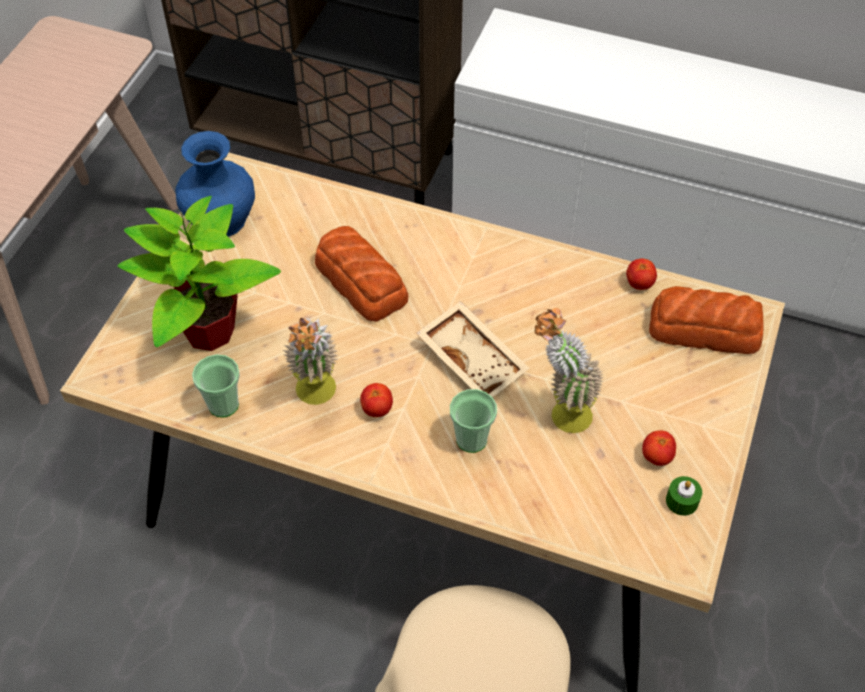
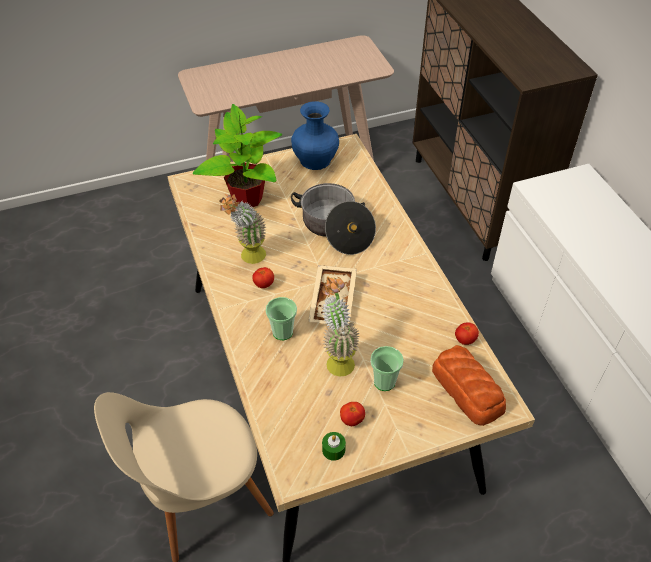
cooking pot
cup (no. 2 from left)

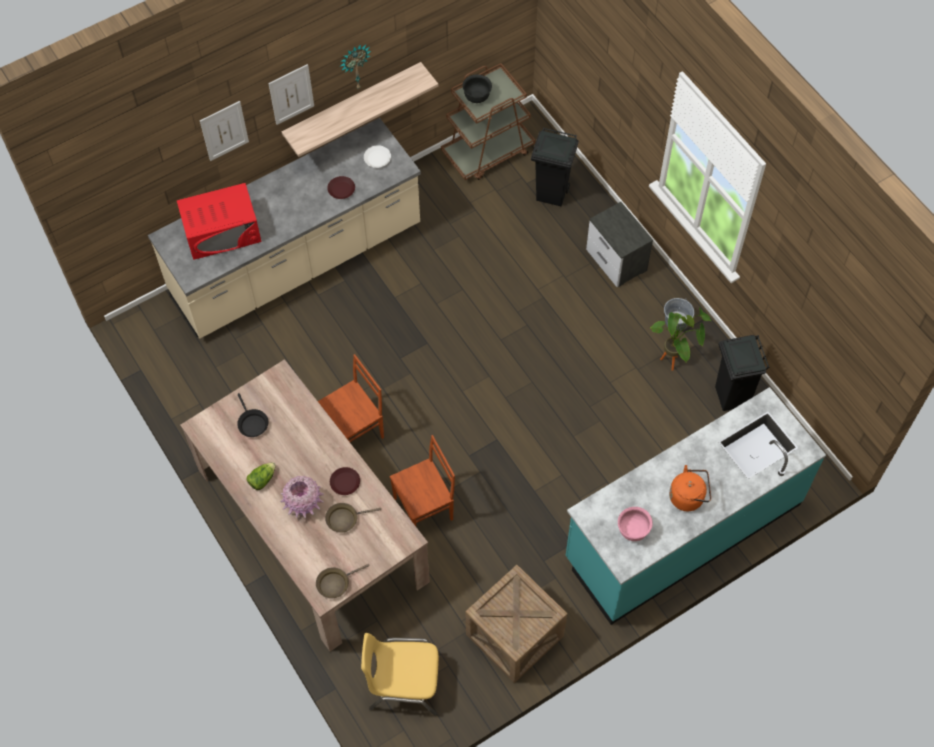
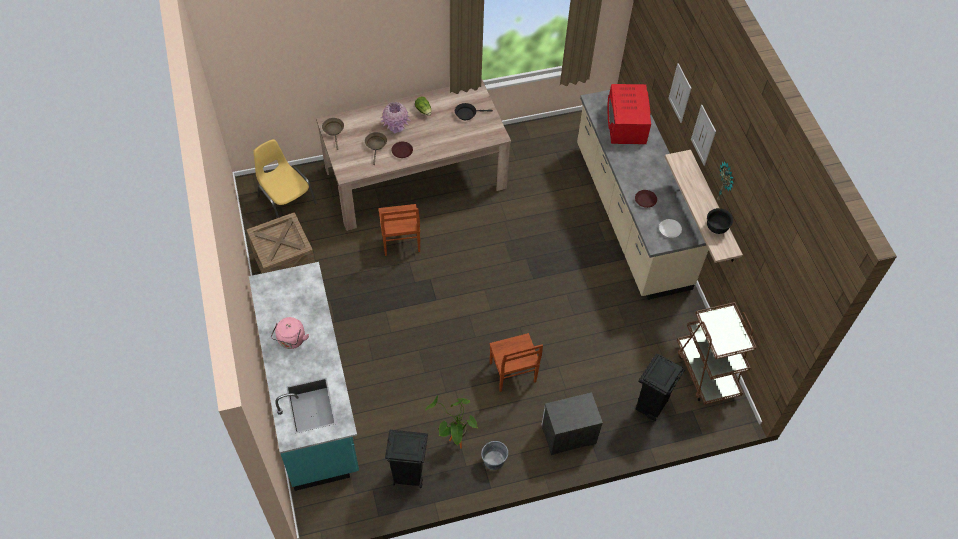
yellow chair
pink kettle
brown chair (no. 2 from left)
black bowl
pink bowl

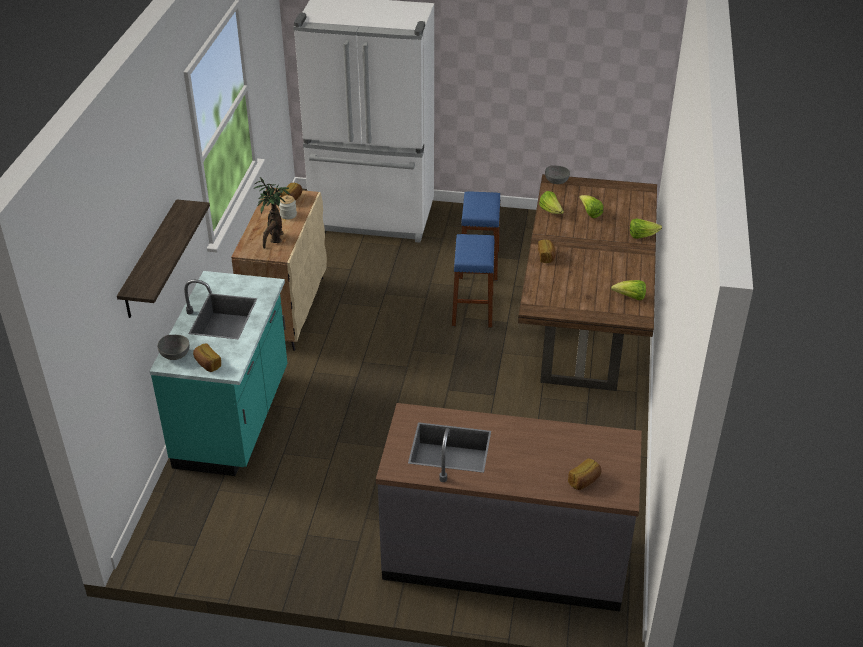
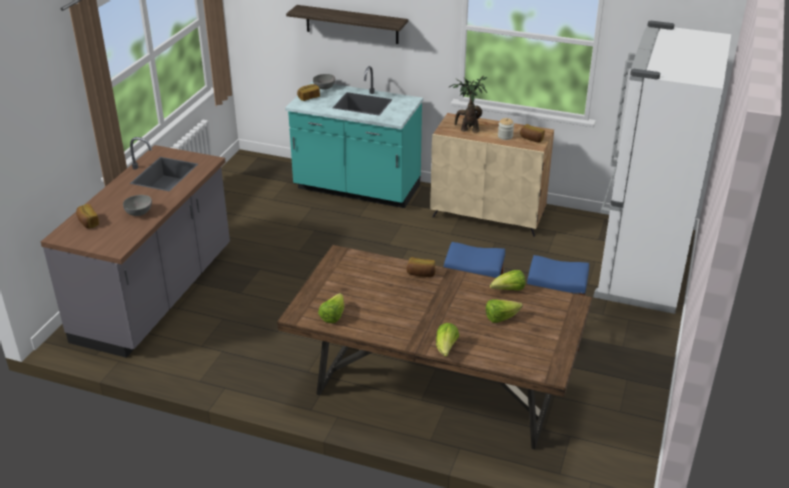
grey bowl (no. 1 from left)

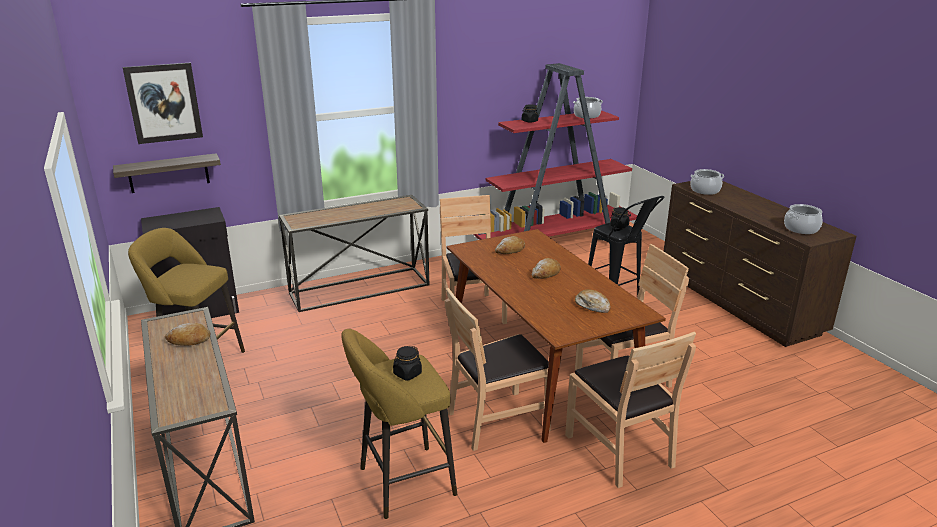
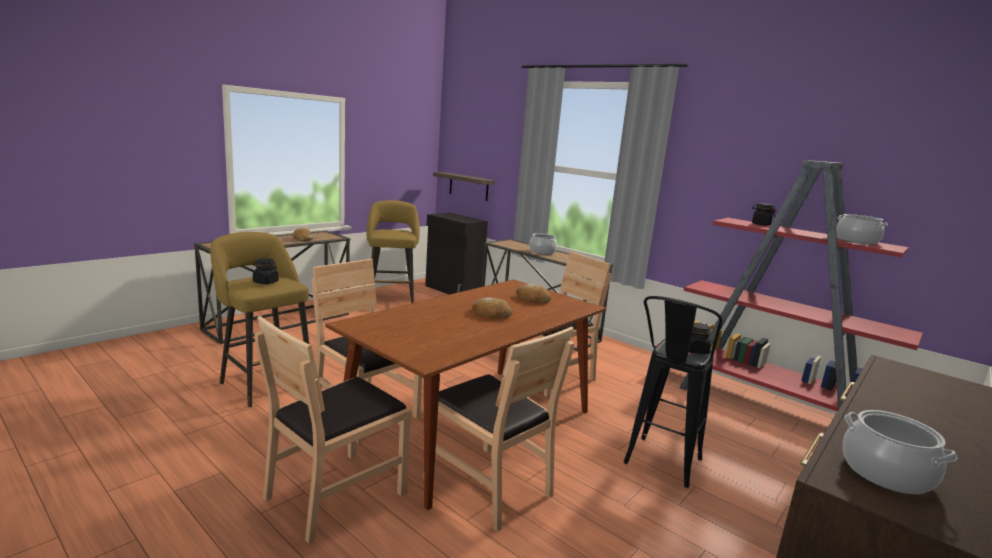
cooking pot (no. 1 from left)
picture
bread (no. 4 from left in the first image)

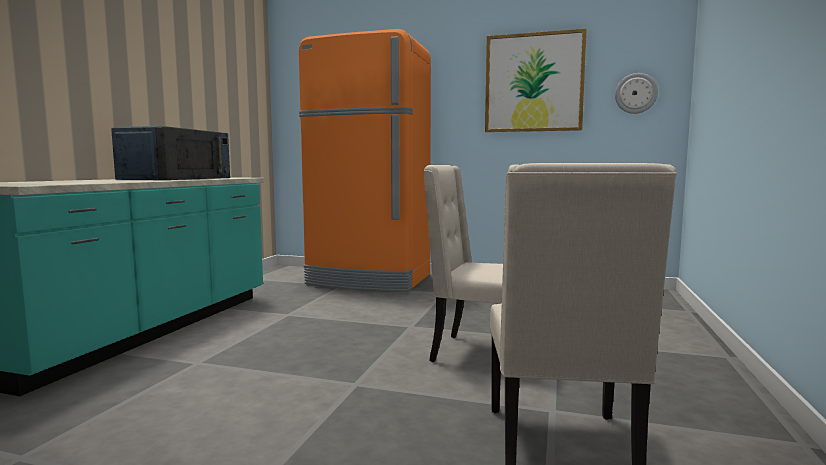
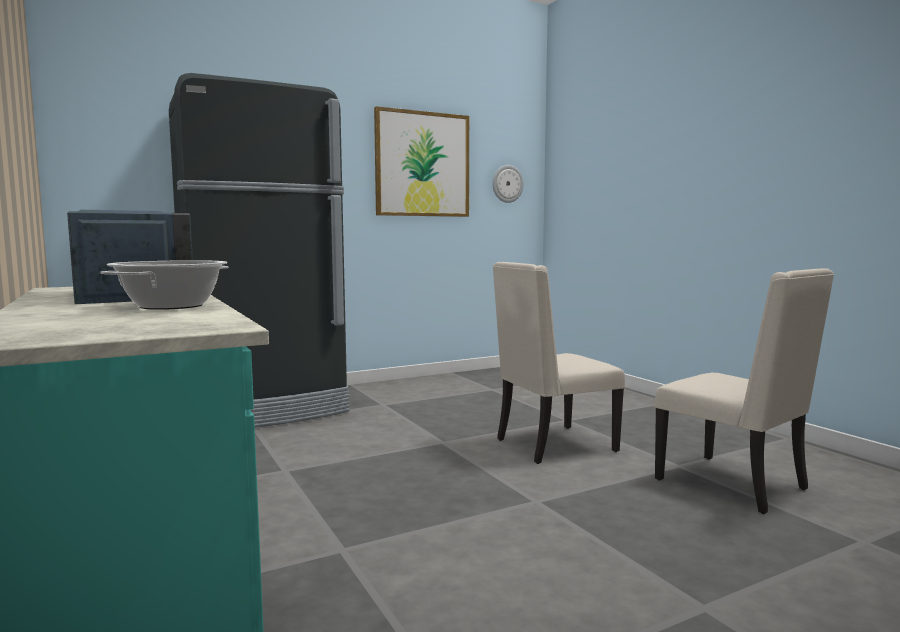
cooking pot
black fridge

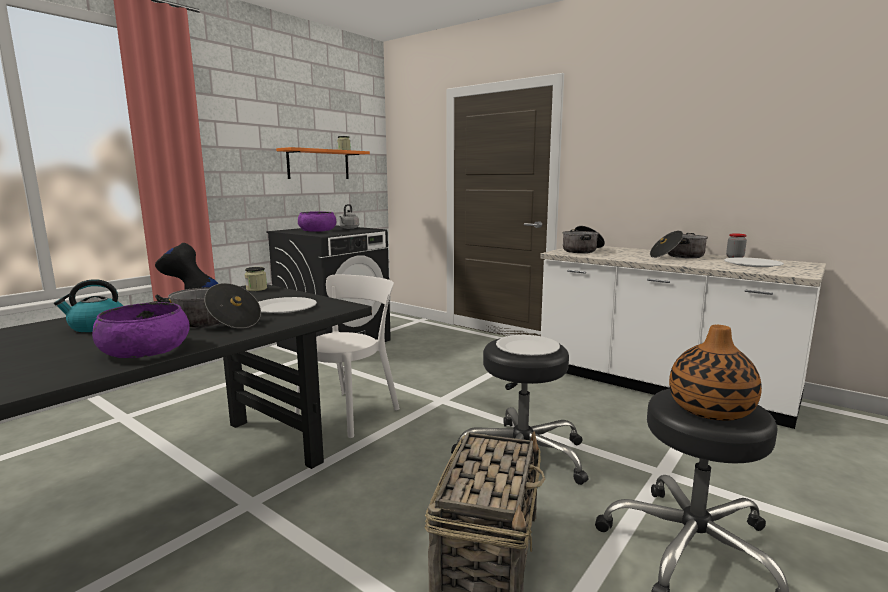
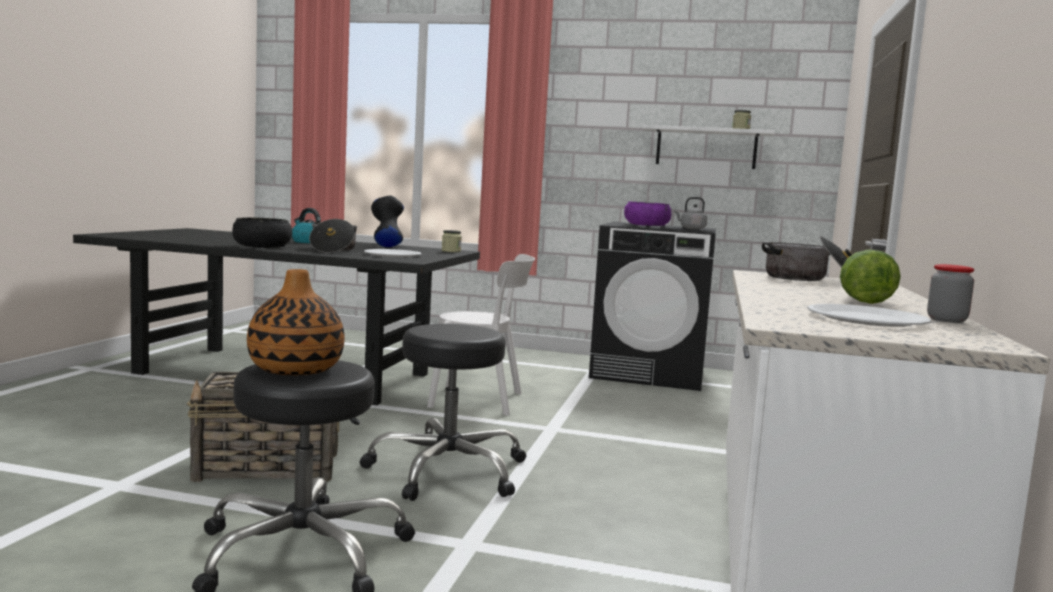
black bowl
white shelf
lettuce
white plate (no. 2 from left in the first image)

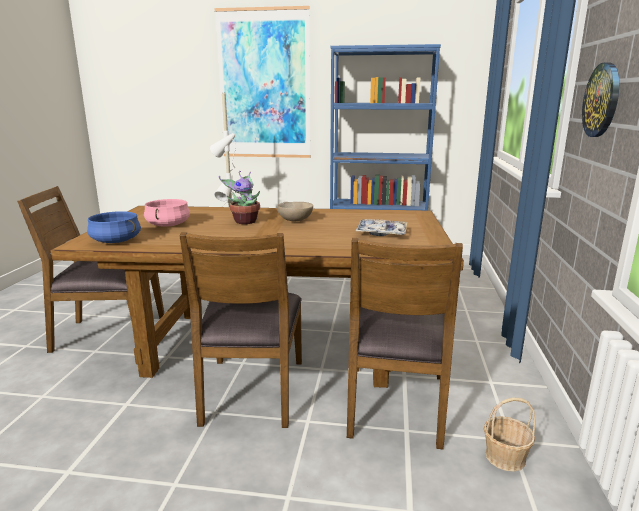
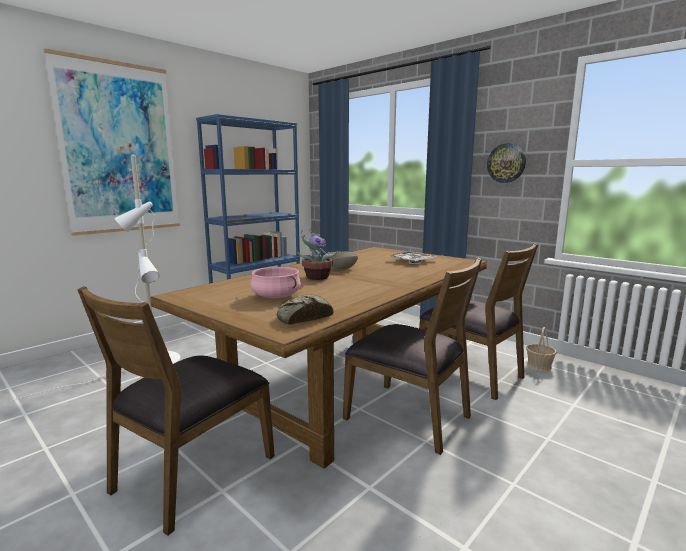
bread

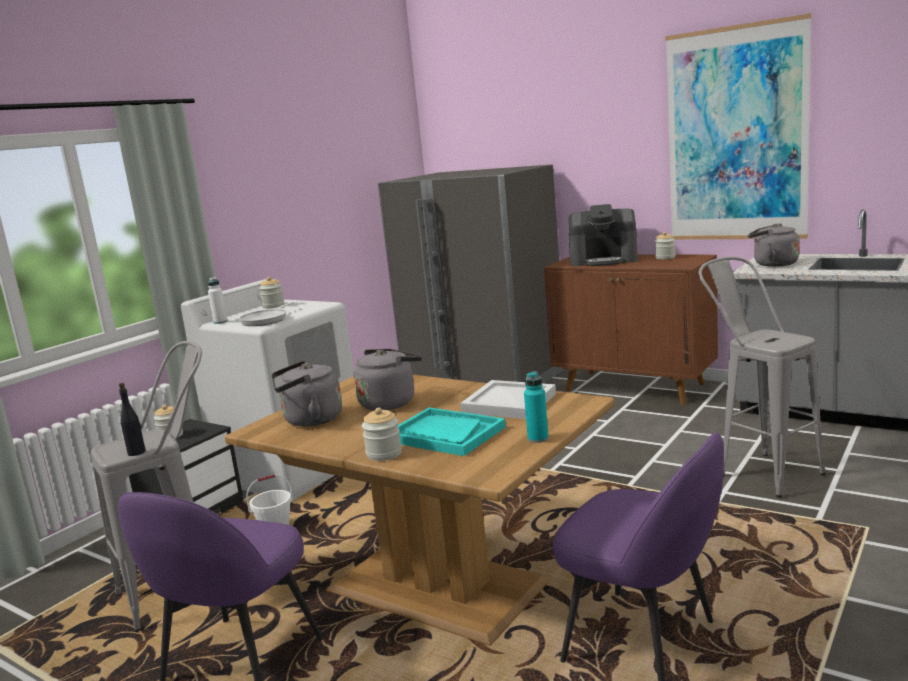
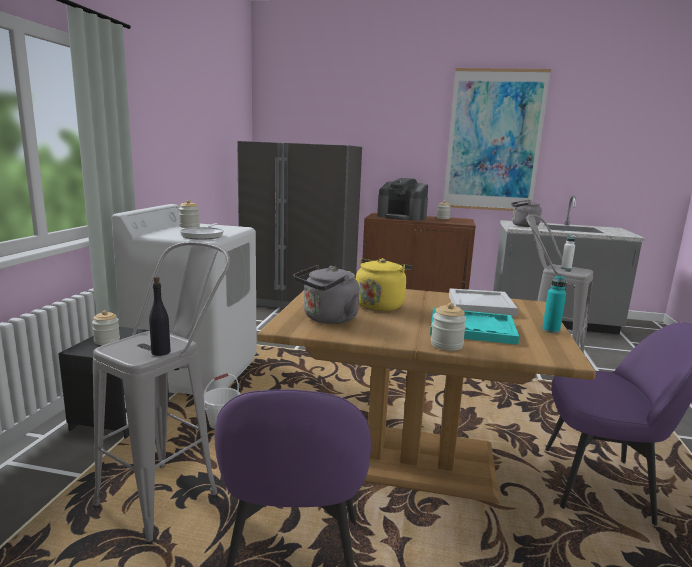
yellow kettle
coffee machine
white bottle

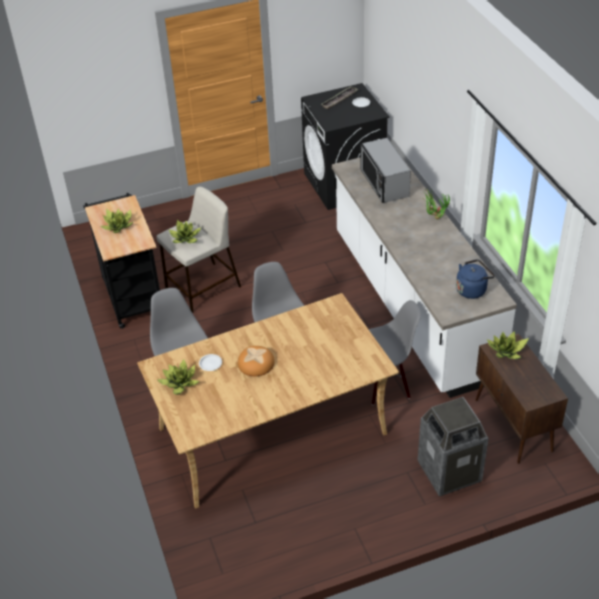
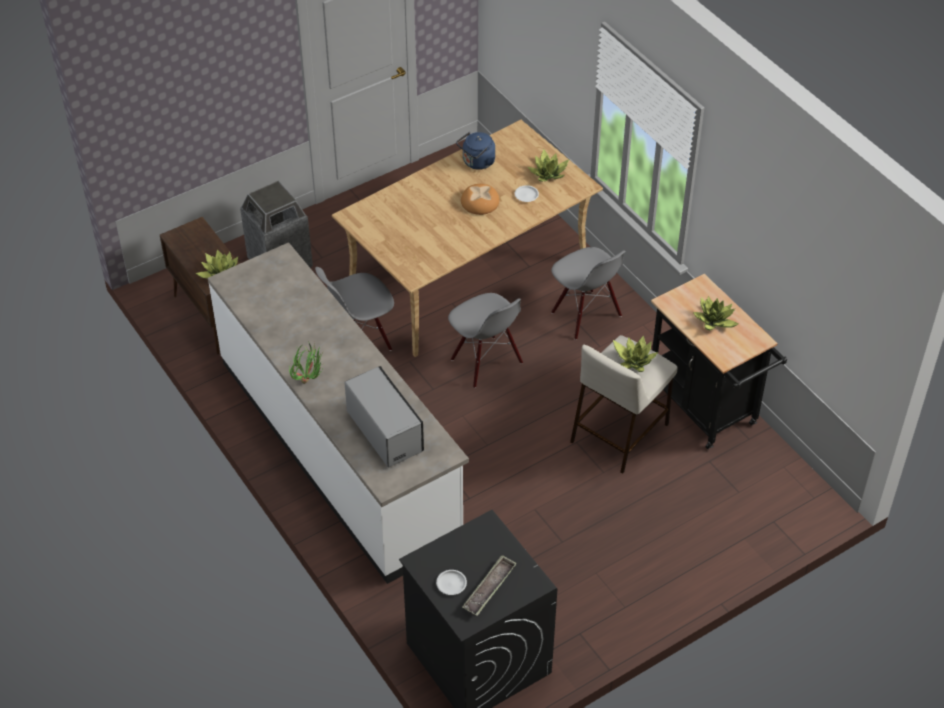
blue kettle

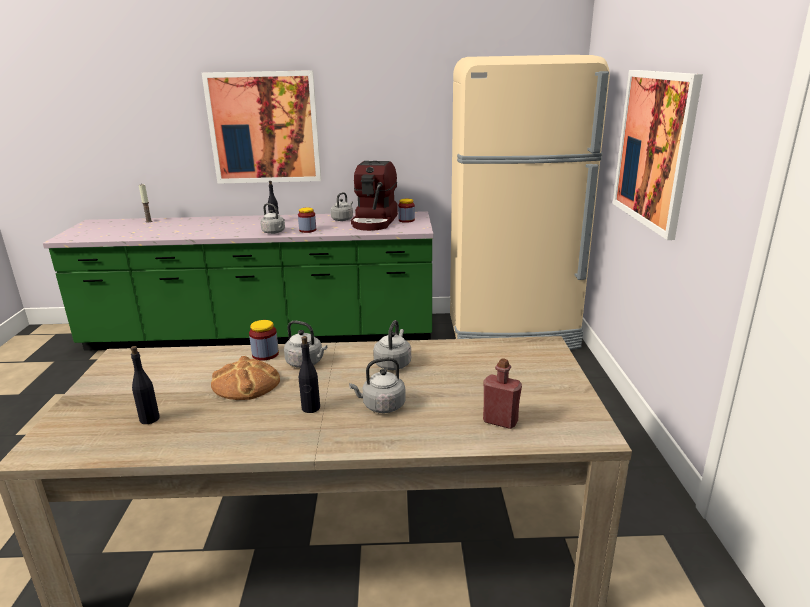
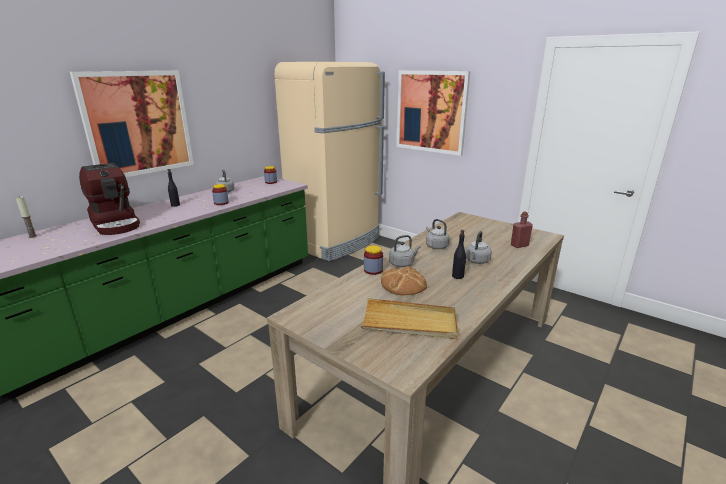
coffee machine
beige tray
grey kettle (no. 1 from left in the first image)

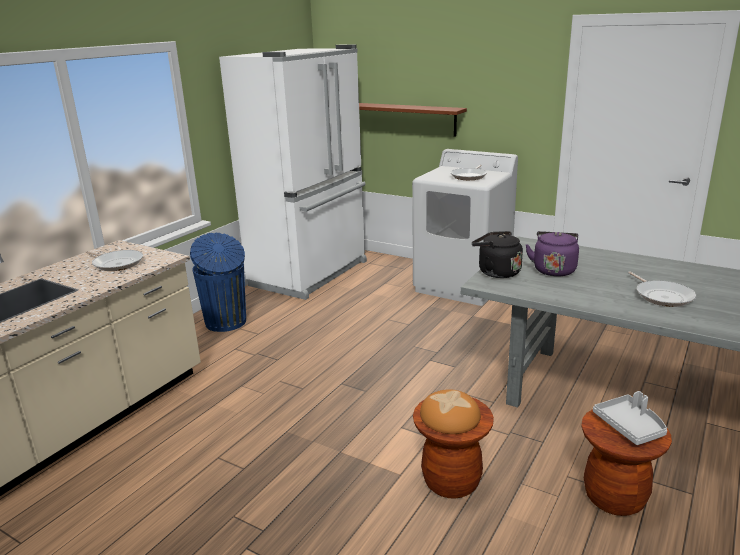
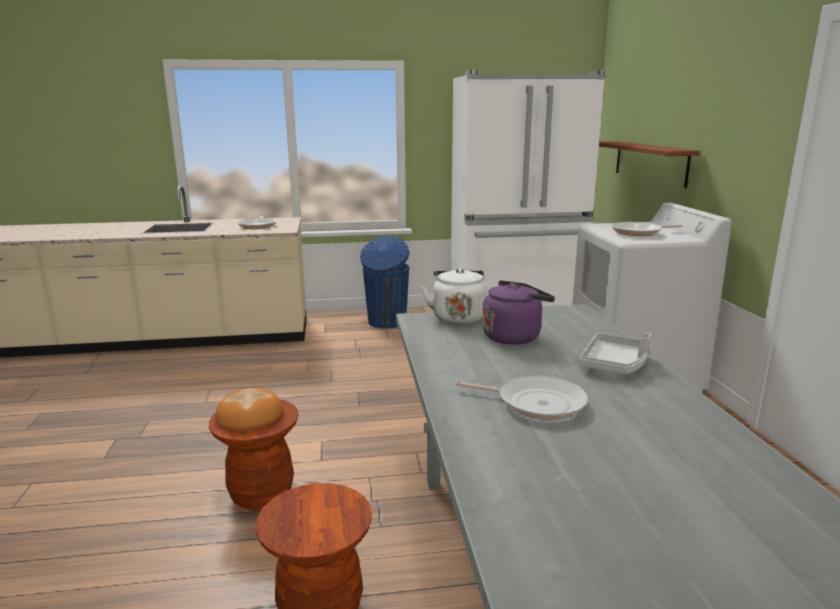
white kettle
frying pan (no. 2 from left)
grey tray

